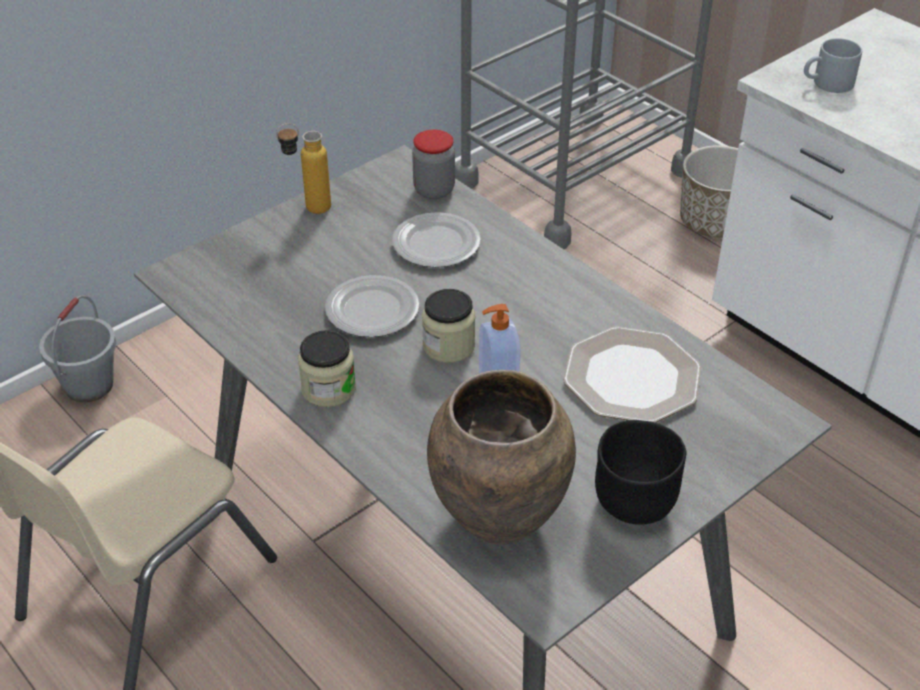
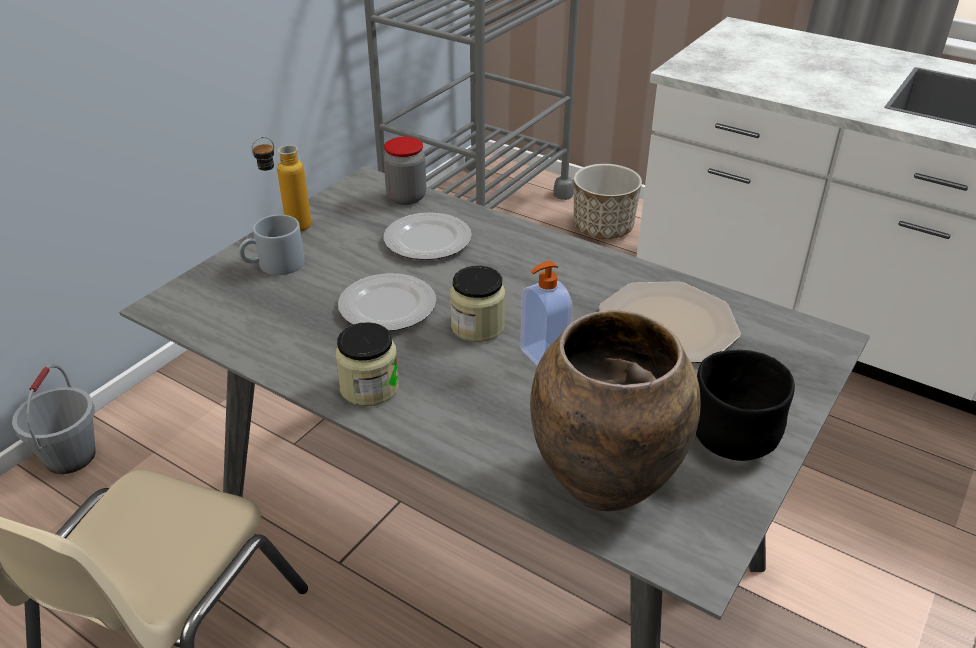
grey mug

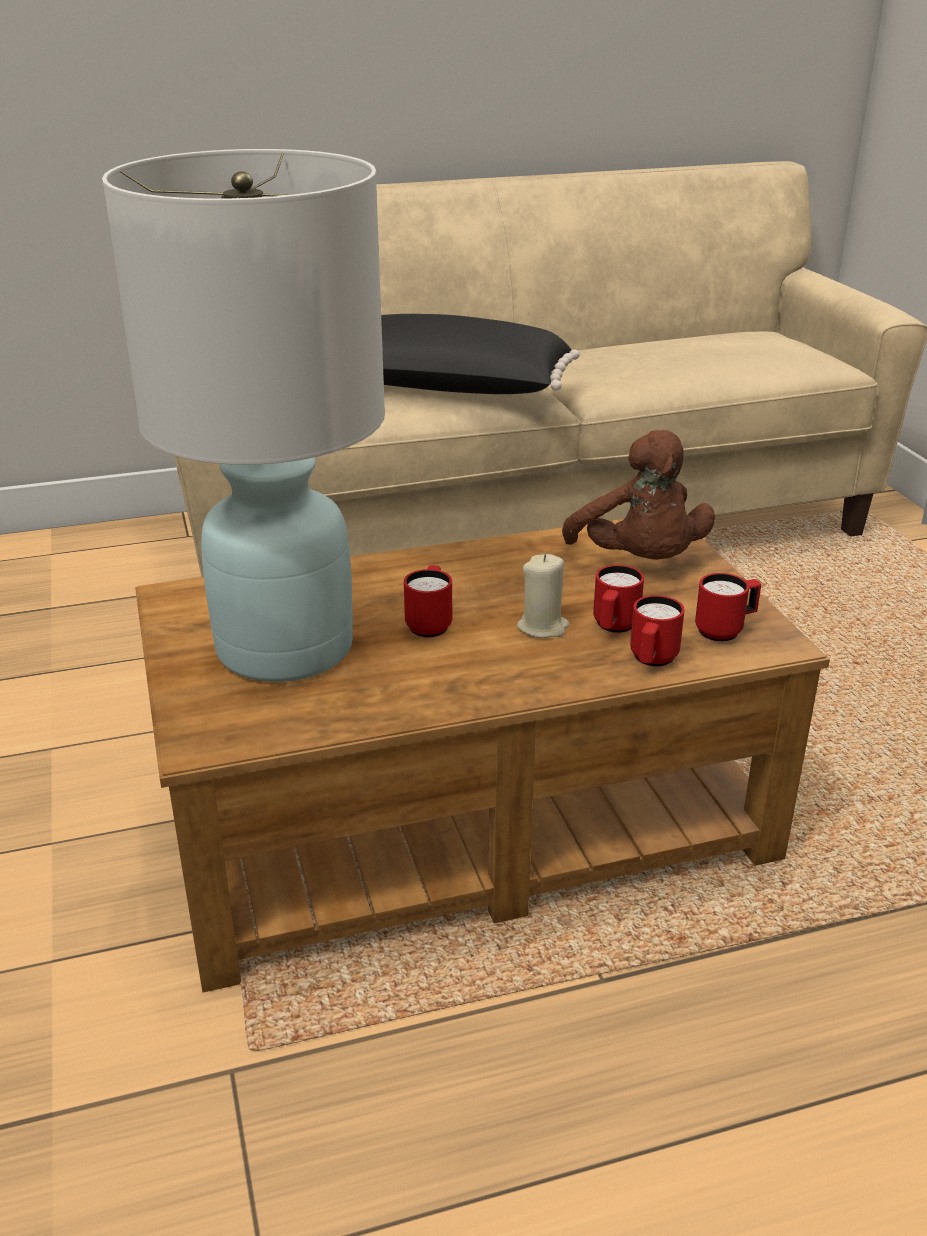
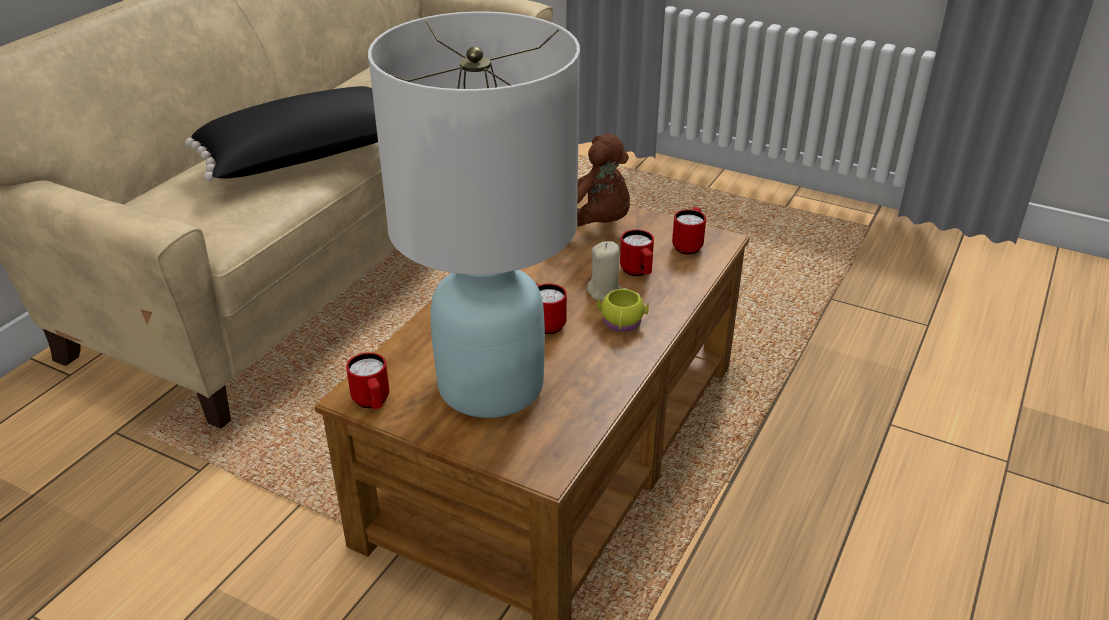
red mug (no. 1 from left)
yellow mug

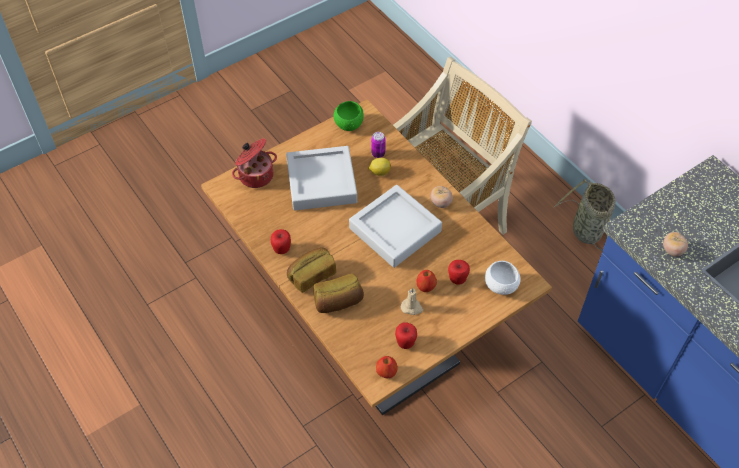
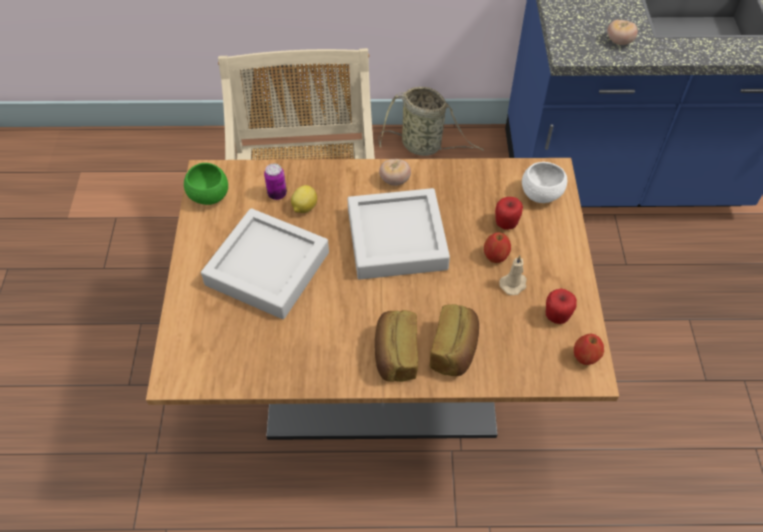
cooking pot
apple (no. 1 from left in the first image)

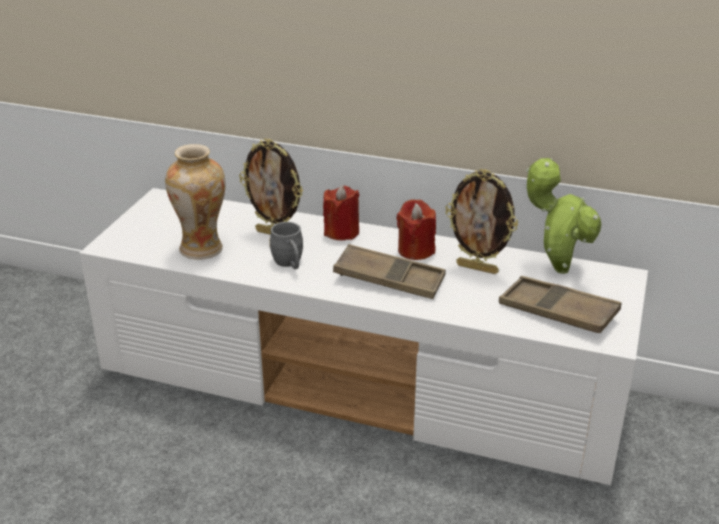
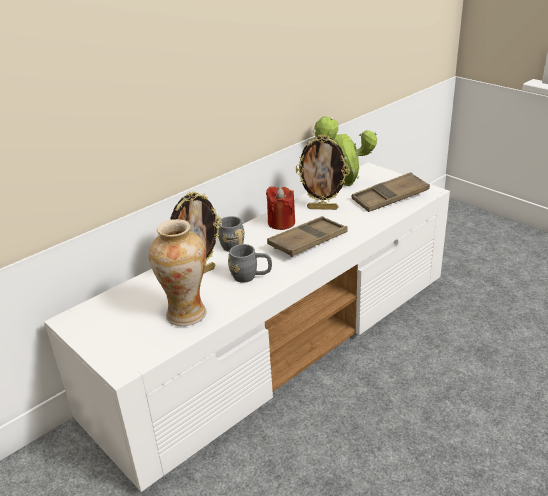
grey mug (no. 1 from left)
picture frame (no. 2 from left)

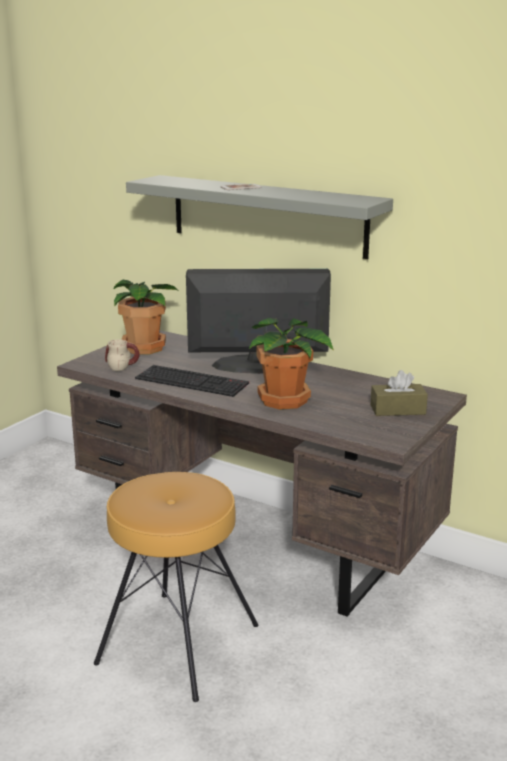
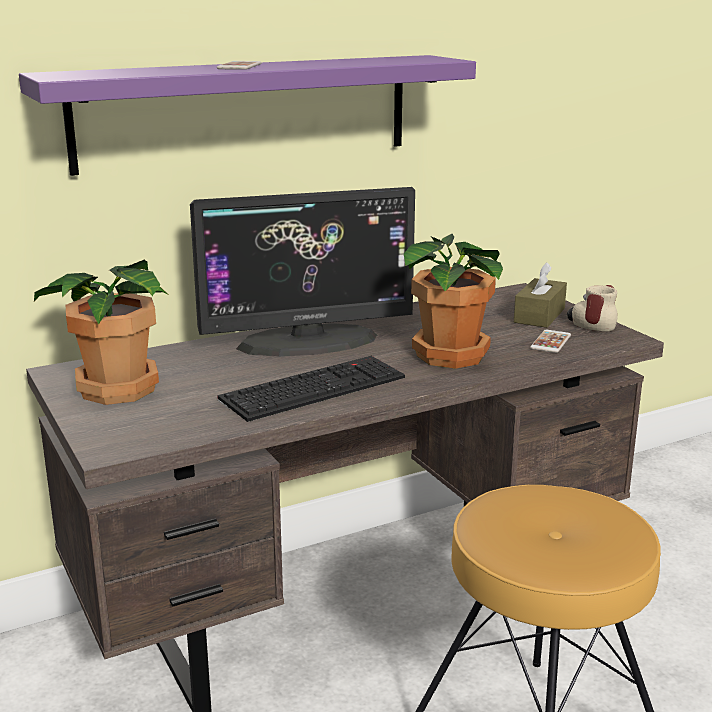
purple shelf
monitor
phone (no. 2 from left)
mug

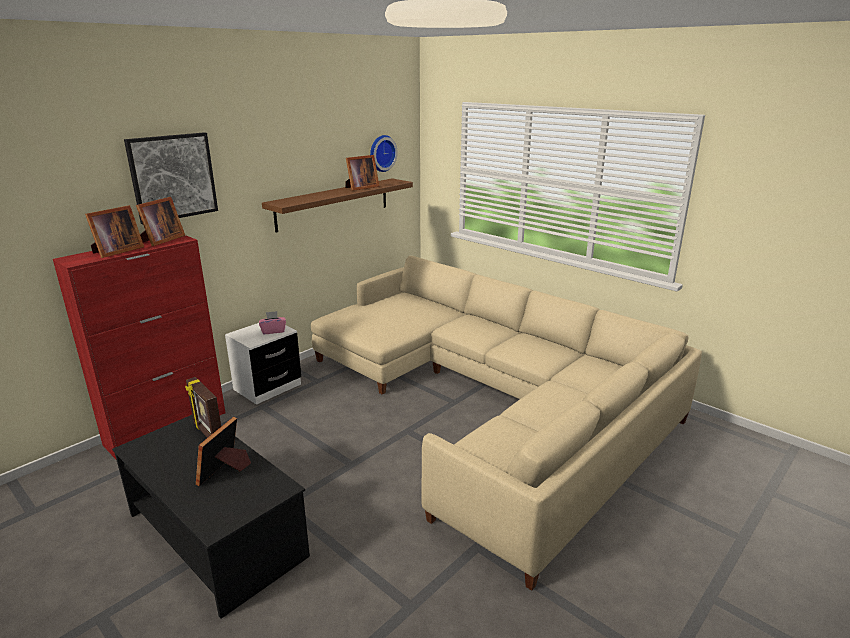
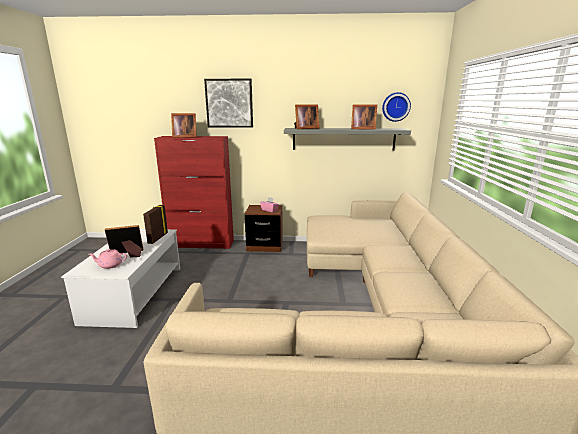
white coffee table
pink teapot
brown nightstand
grey shelf
picture frame (no. 4 from left)

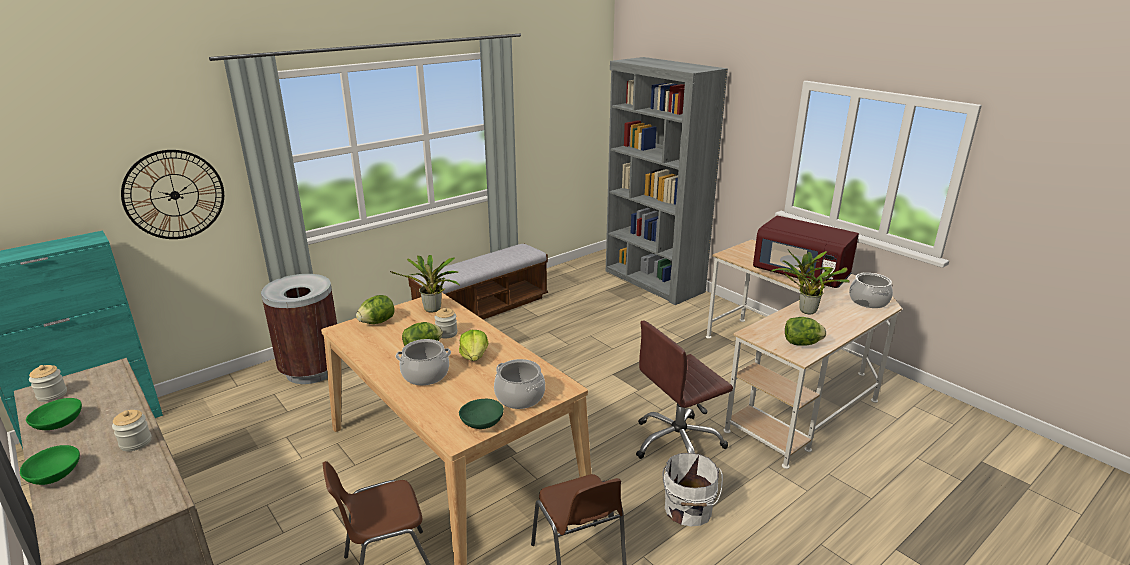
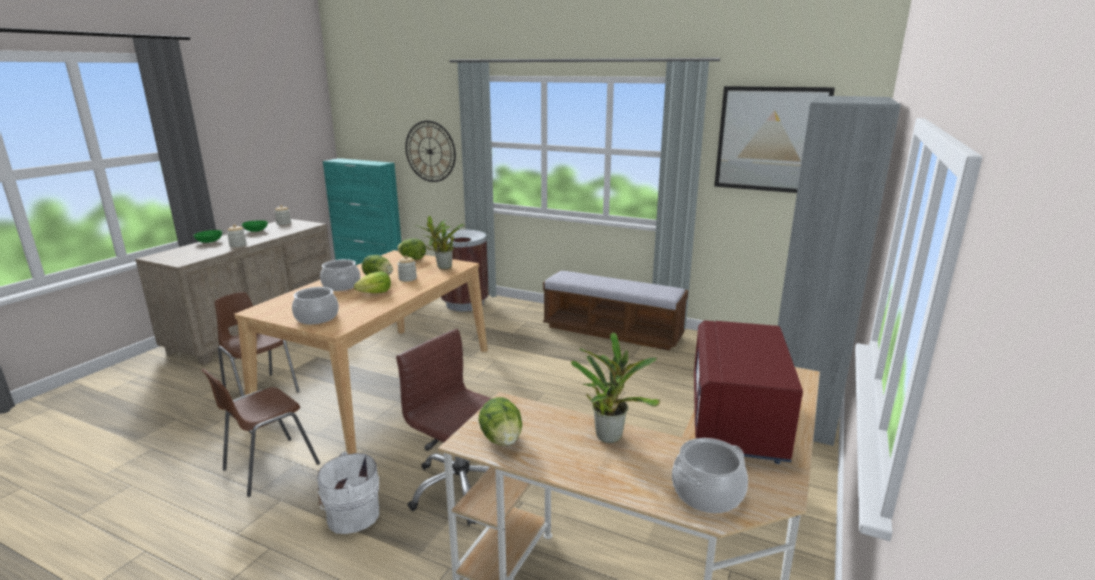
picture
green bowl (no. 3 from left in the first image)

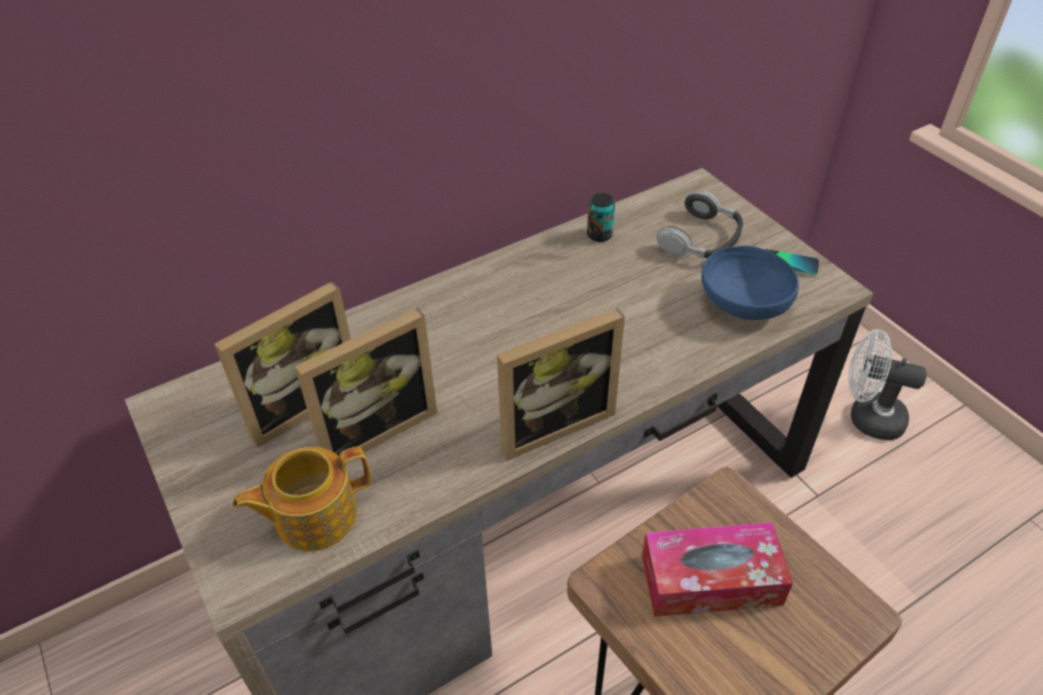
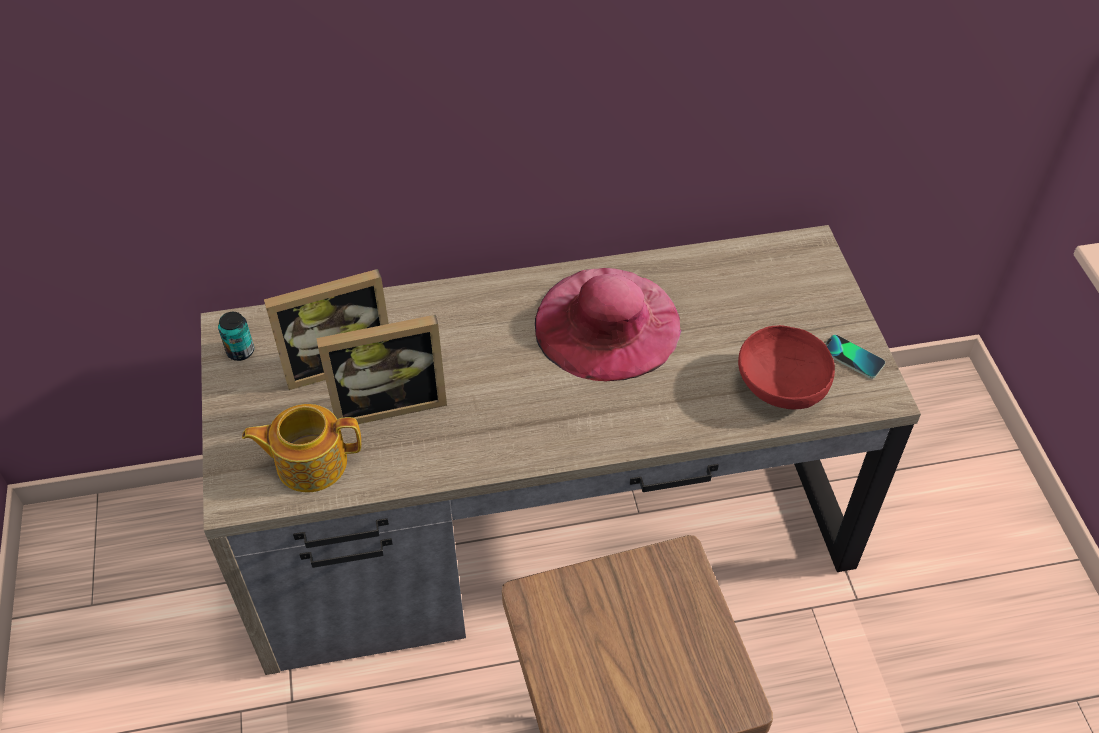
can
pink hat
red bowl
picture frame (no. 3 from left in the first image)
tissue box
headphones
white fan

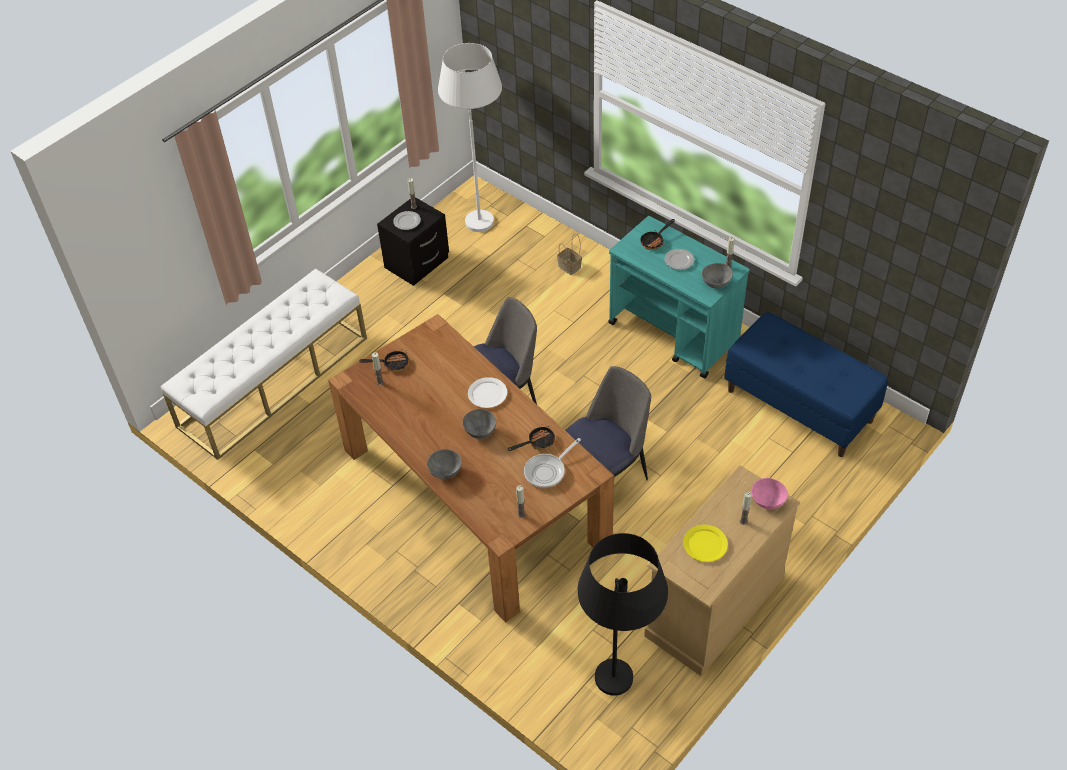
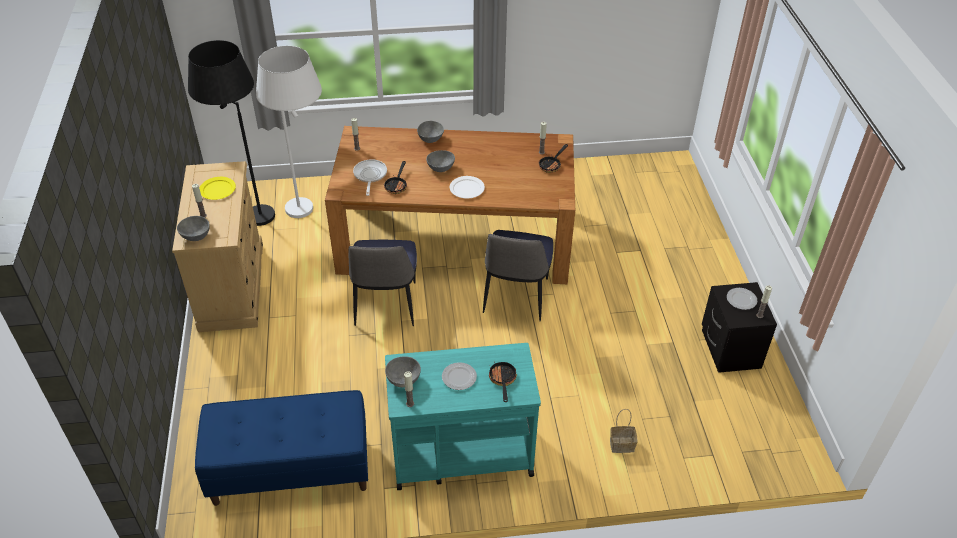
grey bowl (no. 1 from left)
white floor lamp
white bench

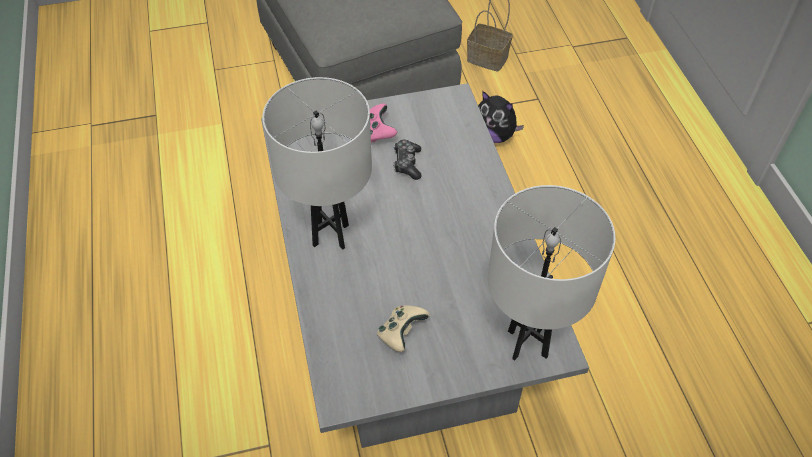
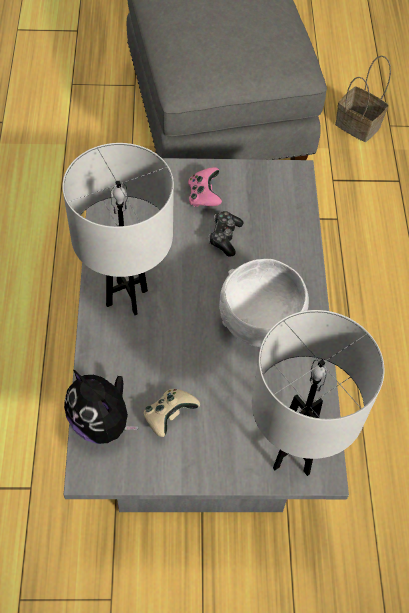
plush toy
white bowl

